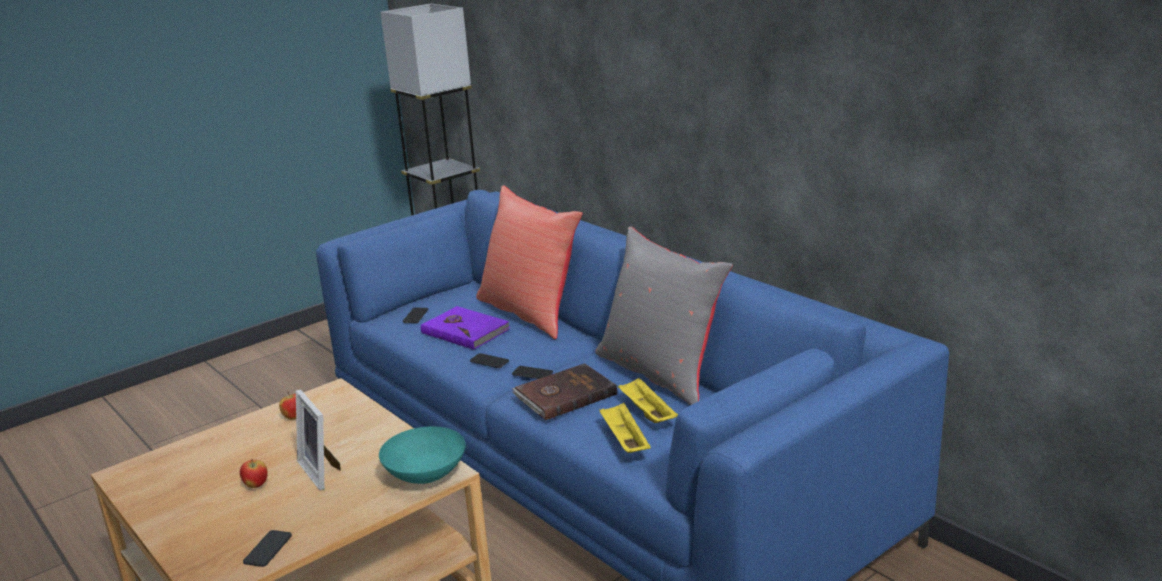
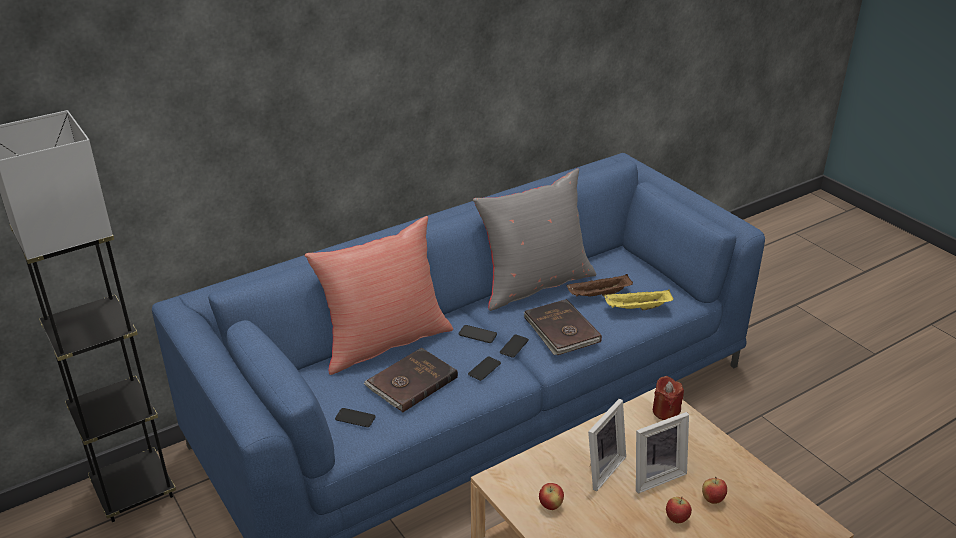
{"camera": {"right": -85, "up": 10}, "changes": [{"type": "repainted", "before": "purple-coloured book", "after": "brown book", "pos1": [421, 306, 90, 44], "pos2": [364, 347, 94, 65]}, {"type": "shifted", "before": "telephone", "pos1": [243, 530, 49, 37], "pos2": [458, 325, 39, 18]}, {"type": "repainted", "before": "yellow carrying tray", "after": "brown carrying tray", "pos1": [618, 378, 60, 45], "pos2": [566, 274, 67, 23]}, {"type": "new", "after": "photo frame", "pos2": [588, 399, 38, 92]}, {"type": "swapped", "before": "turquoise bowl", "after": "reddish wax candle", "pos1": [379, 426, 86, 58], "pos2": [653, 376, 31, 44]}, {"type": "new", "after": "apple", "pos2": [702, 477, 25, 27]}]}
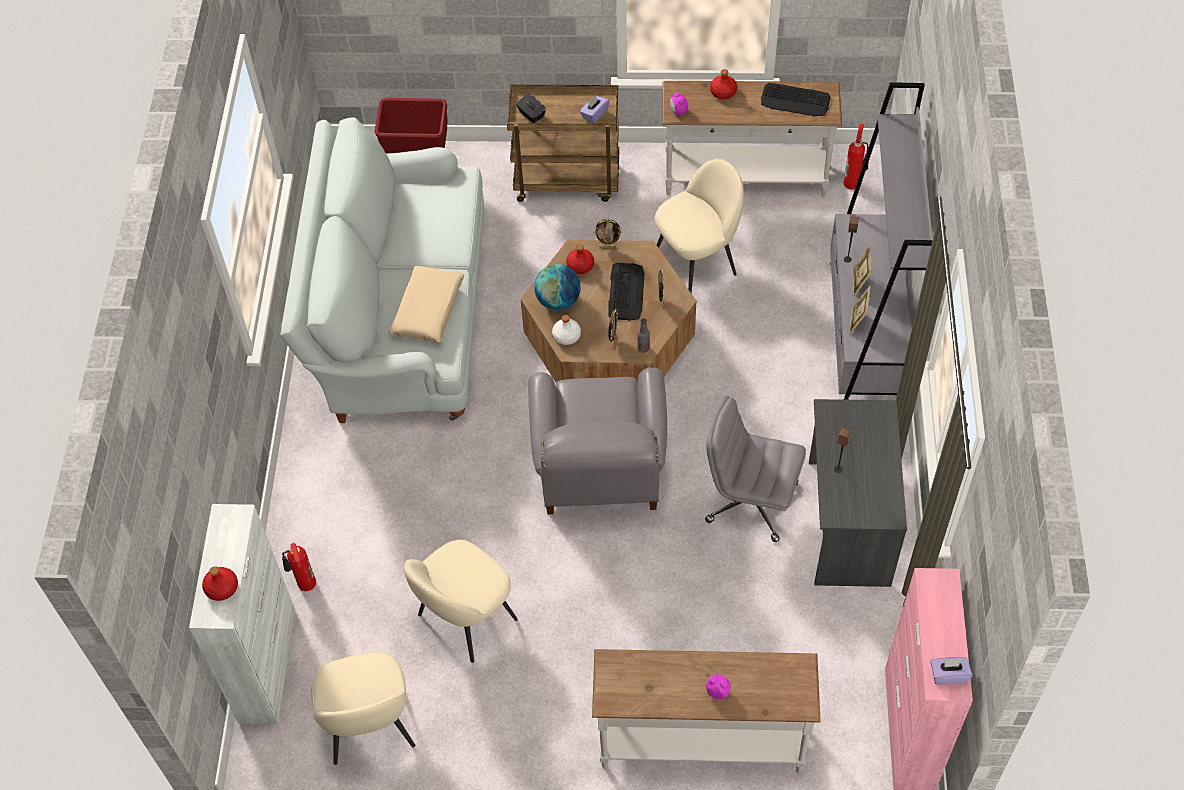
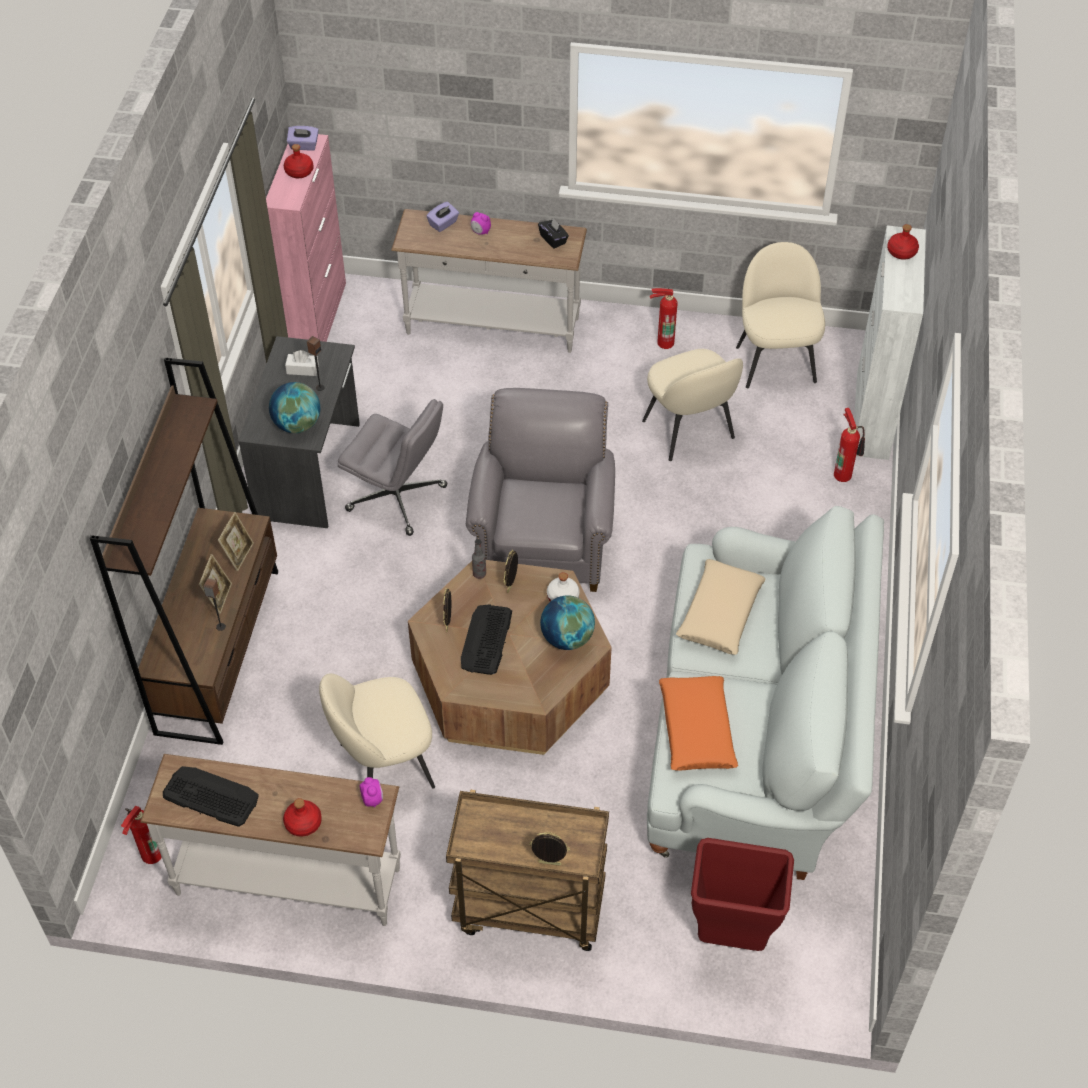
{"camera": {"right": -175, "up": -5}, "changes": [{"type": "repainted", "before": "gray shelving unit", "after": "brown shelving unit", "pos1": [830, 82, 103, 318], "pos2": [90, 358, 188, 387]}, {"type": "new", "after": "globe", "pos2": [269, 382, 51, 51]}, {"type": "shifted", "before": "reddish bottle", "pos1": [566, 244, 28, 30], "pos2": [284, 144, 30, 34]}, {"type": "new", "after": "whitish tissue box", "pos2": [285, 350, 34, 26]}, {"type": "shifted", "before": "purple-coloured tissue box", "pos1": [580, 95, 29, 29], "pos2": [426, 202, 33, 30]}, {"type": "shifted", "before": "photo frame", "pos1": [593, 219, 30, 29], "pos2": [529, 832, 41, 34]}, {"type": "shifted", "before": "black-coloured tissue box", "pos1": [516, 93, 30, 30], "pos2": [538, 218, 31, 30]}, {"type": "rotated", "before": "beige chair", "pos1": [404, 540, 114, 123], "pos2": [642, 349, 101, 112], "turn": 105}, {"type": "new", "after": "fire extinguisher", "pos2": [650, 288, 28, 61]}, {"type": "new", "after": "orange-coloured cushion", "pos2": [659, 676, 79, 95]}]}
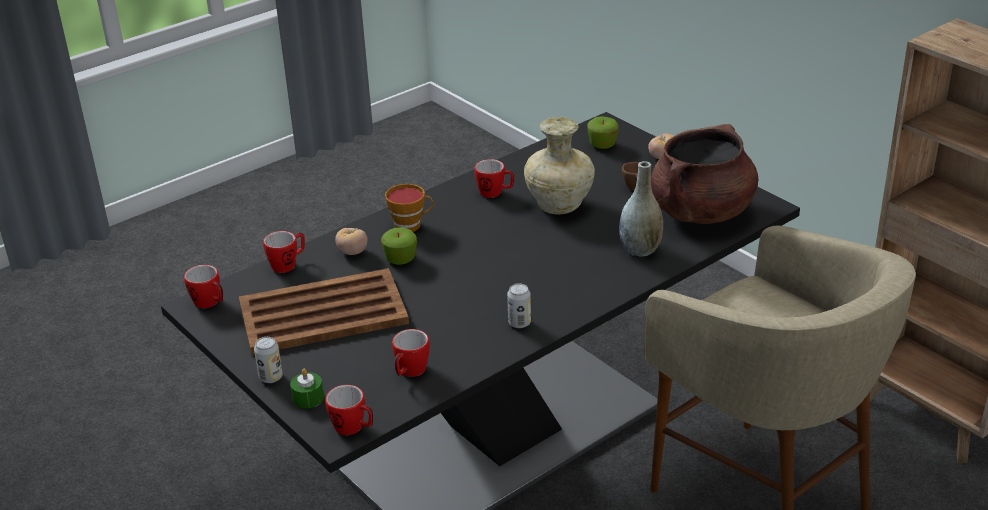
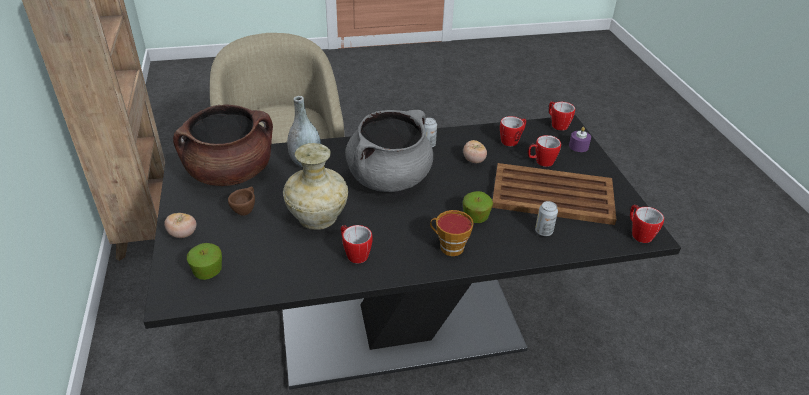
{"camera": {"right": -155, "up": 5}, "changes": [{"type": "new", "after": "gray stockpot", "pos2": [345, 110, 88, 82]}, {"type": "shifted", "before": "whole tomato", "pos1": [335, 228, 33, 27], "pos2": [463, 140, 24, 23]}, {"type": "shifted", "before": "tea mug", "pos1": [263, 231, 42, 42], "pos2": [528, 135, 33, 32]}, {"type": "shifted", "before": "sealed can", "pos1": [254, 337, 29, 46], "pos2": [535, 201, 23, 35]}, {"type": "repainted", "before": "green wax candle", "after": "purple-coloured wax candle", "pos1": [290, 369, 34, 40], "pos2": [569, 127, 22, 25]}]}
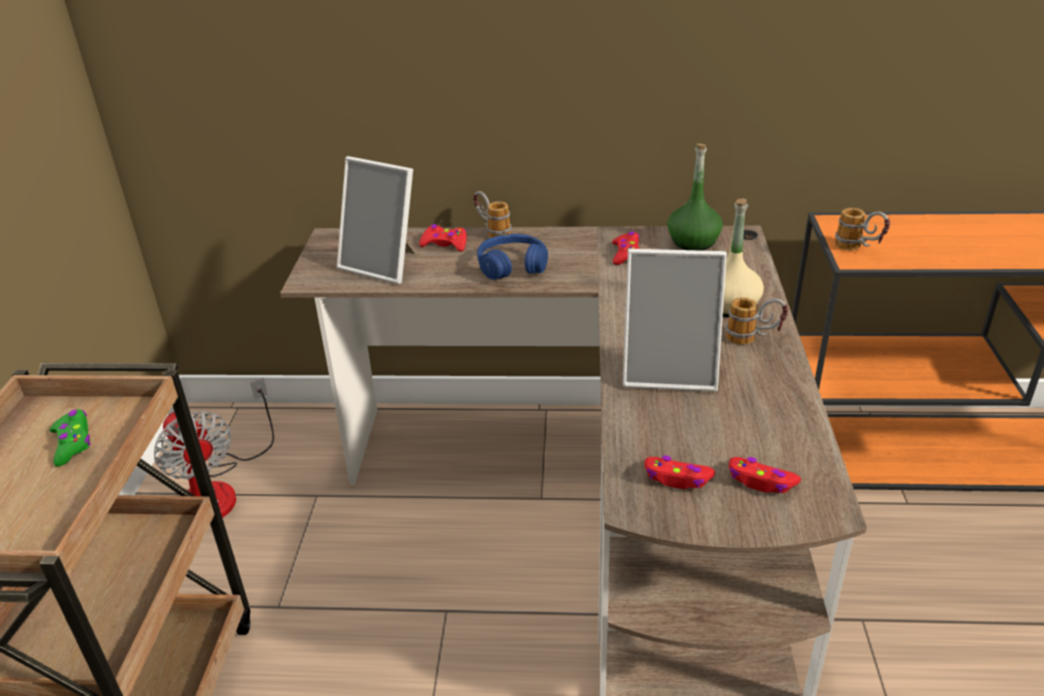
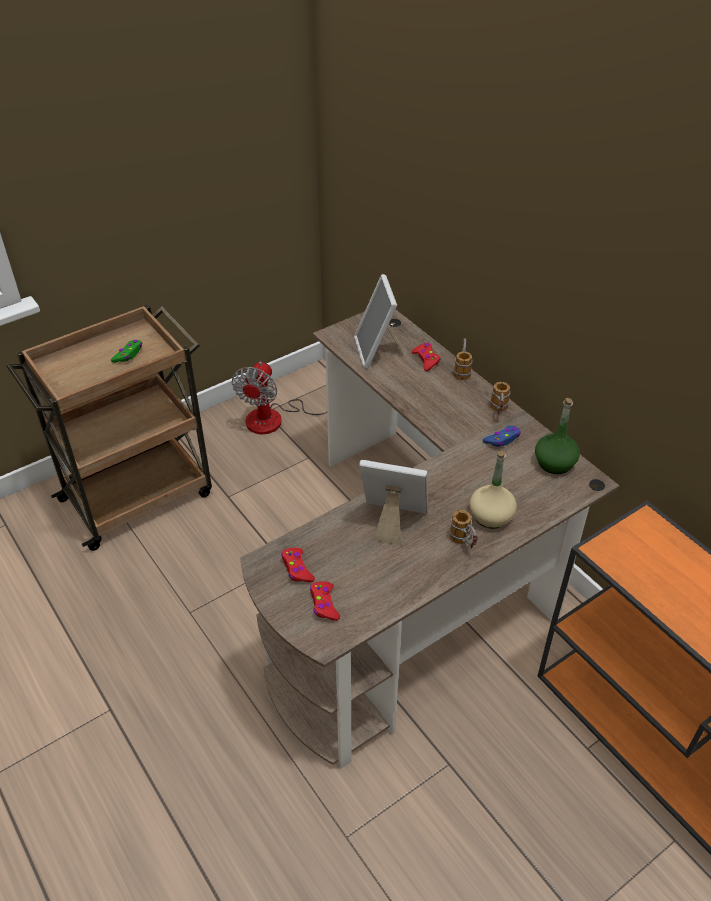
{"camera": {"right": 50, "up": 10}, "changes": [{"type": "rotated", "before": "photo frame", "pos1": [623, 249, 104, 143], "pos2": [359, 460, 69, 85], "turn": 135}, {"type": "repainted", "before": "reddish gamepad", "after": "blue-coloured gamepad", "pos1": [612, 232, 28, 33], "pos2": [483, 425, 38, 22]}, {"type": "shifted", "before": "tea mug", "pos1": [835, 208, 55, 42], "pos2": [490, 382, 20, 32]}, {"type": "gone", "before": "blue-coloured headset", "pos1": [477, 234, 71, 46]}]}
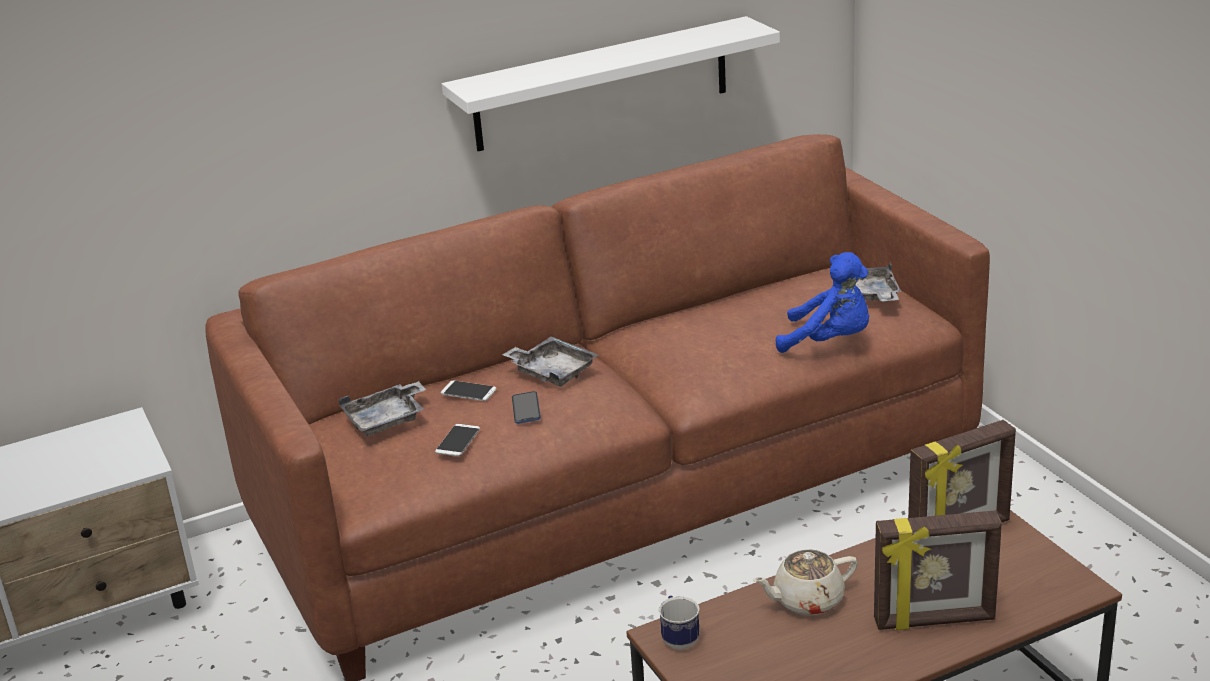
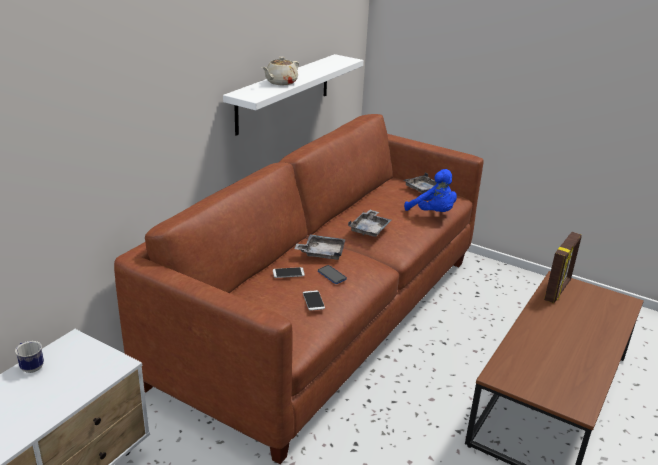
{"camera": {"right": -35, "up": 0}, "changes": [{"type": "shifted", "before": "tea mug", "pos1": [658, 595, 42, 55], "pos2": [15, 341, 29, 32]}, {"type": "shifted", "before": "beige pot for tea", "pos1": [753, 549, 105, 66], "pos2": [262, 57, 37, 28]}, {"type": "shifted", "before": "gray carrying tray", "pos1": [339, 381, 87, 55], "pos2": [348, 210, 44, 27]}, {"type": "rotated", "before": "blue-coloured soft toy", "pos1": [776, 252, 93, 101], "pos2": [404, 169, 53, 43], "turn": 60}, {"type": "gone", "before": "photo frame", "pos1": [874, 510, 128, 120]}]}
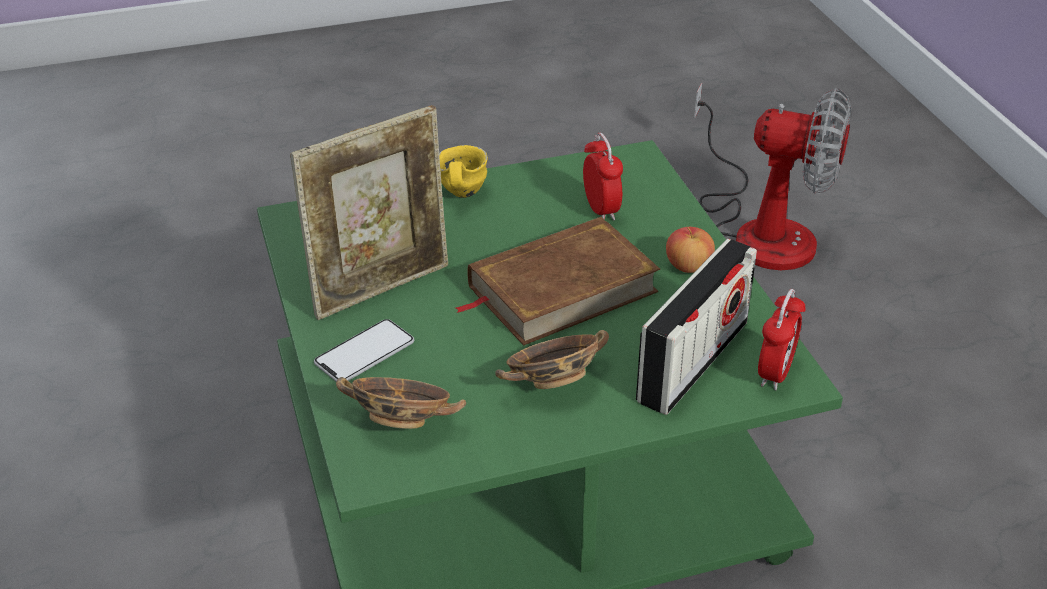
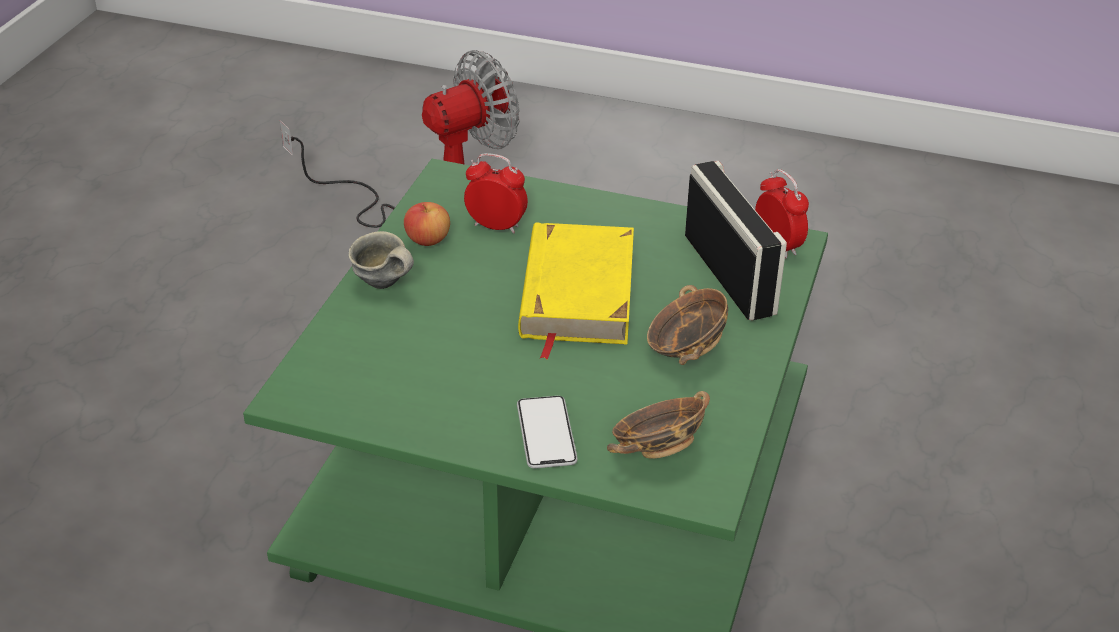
{"camera": {"right": -55, "up": 0}, "changes": [{"type": "repainted", "before": "yellow tea mug", "after": "gray tea mug", "pos1": [439, 145, 49, 53], "pos2": [348, 231, 66, 58]}, {"type": "shifted", "before": "apple", "pos1": [666, 227, 49, 46], "pos2": [404, 202, 46, 44]}, {"type": "repainted", "before": "brown book", "after": "yellow book", "pos1": [455, 217, 205, 128], "pos2": [518, 222, 116, 138]}, {"type": "gone", "before": "photo frame", "pos1": [290, 105, 158, 215]}]}
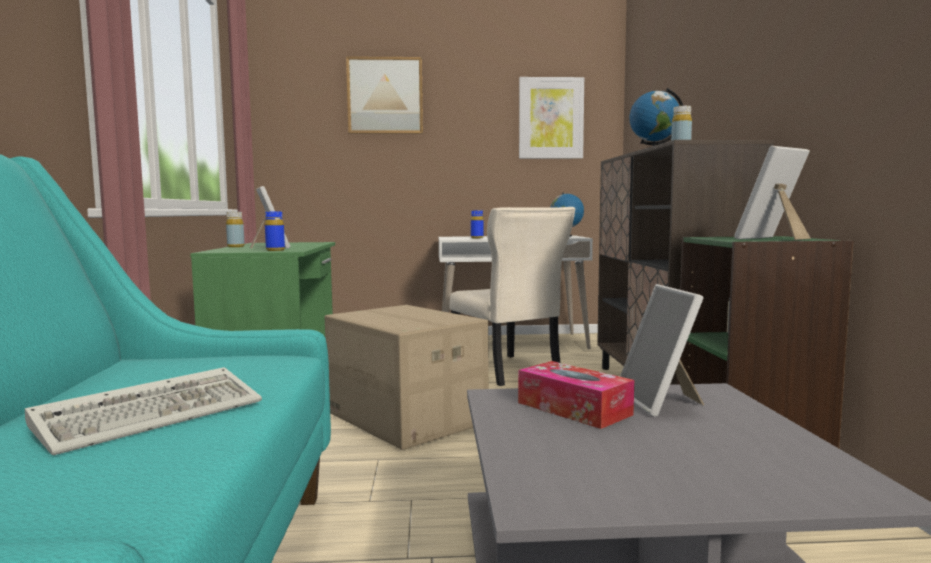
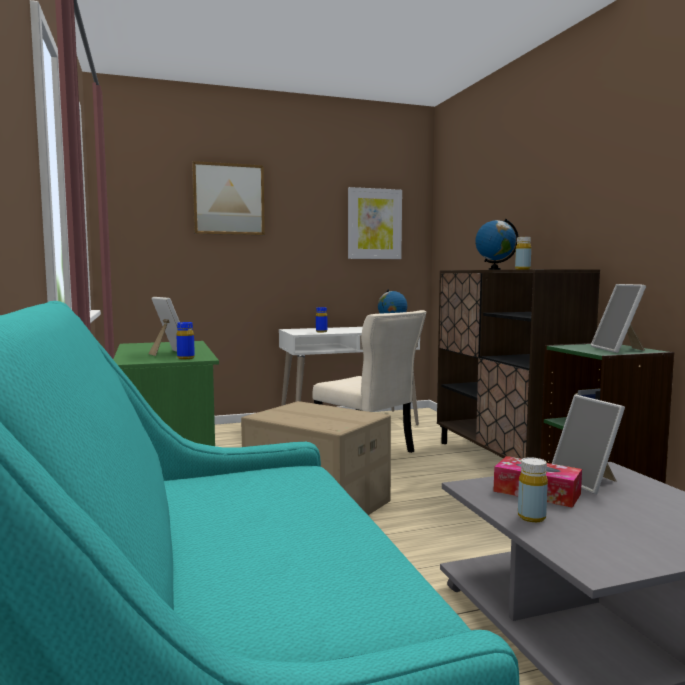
{"camera": {"right": -15, "up": 0}, "changes": [{"type": "shifted", "before": "yellow bottle", "pos1": [226, 212, 19, 35], "pos2": [518, 457, 30, 65]}, {"type": "rotated", "before": "photo frame", "pos1": [734, 146, 77, 94], "pos2": [591, 284, 55, 69], "turn": -45}, {"type": "gone", "before": "PC keyboard", "pos1": [25, 367, 237, 88]}]}
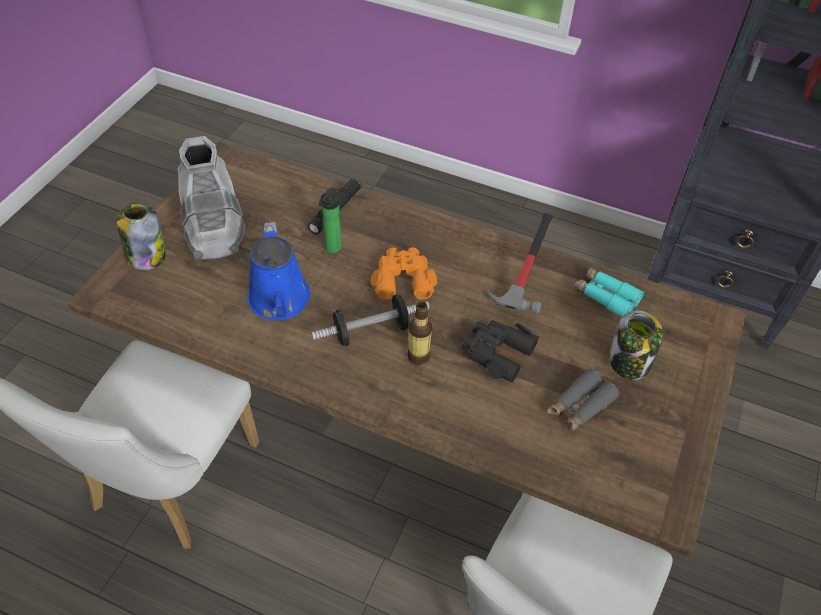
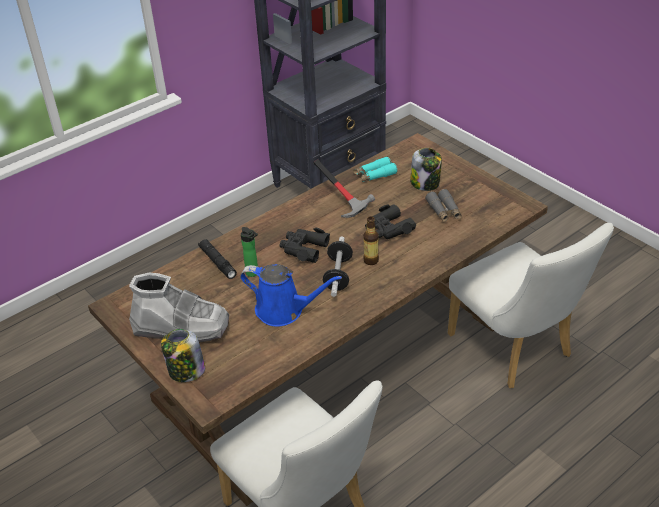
{"camera": {"right": -60, "up": -10}, "changes": [{"type": "repainted", "before": "orange-coloured pair of binoculars", "after": "black-coloured pair of binoculars", "pos1": [371, 247, 66, 53], "pos2": [280, 228, 50, 35]}]}
